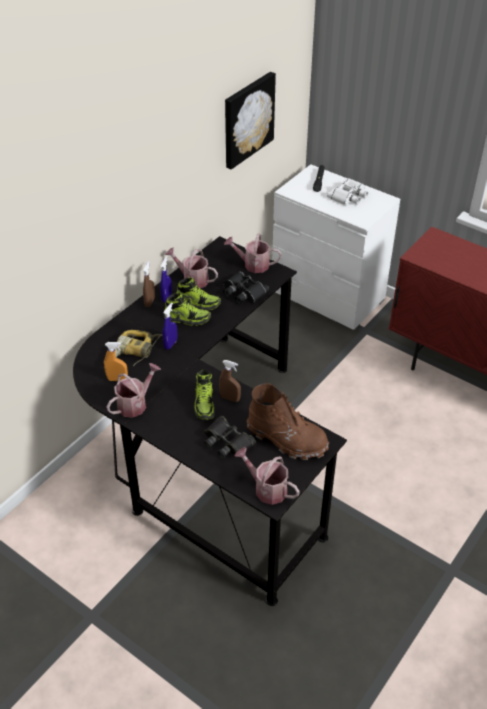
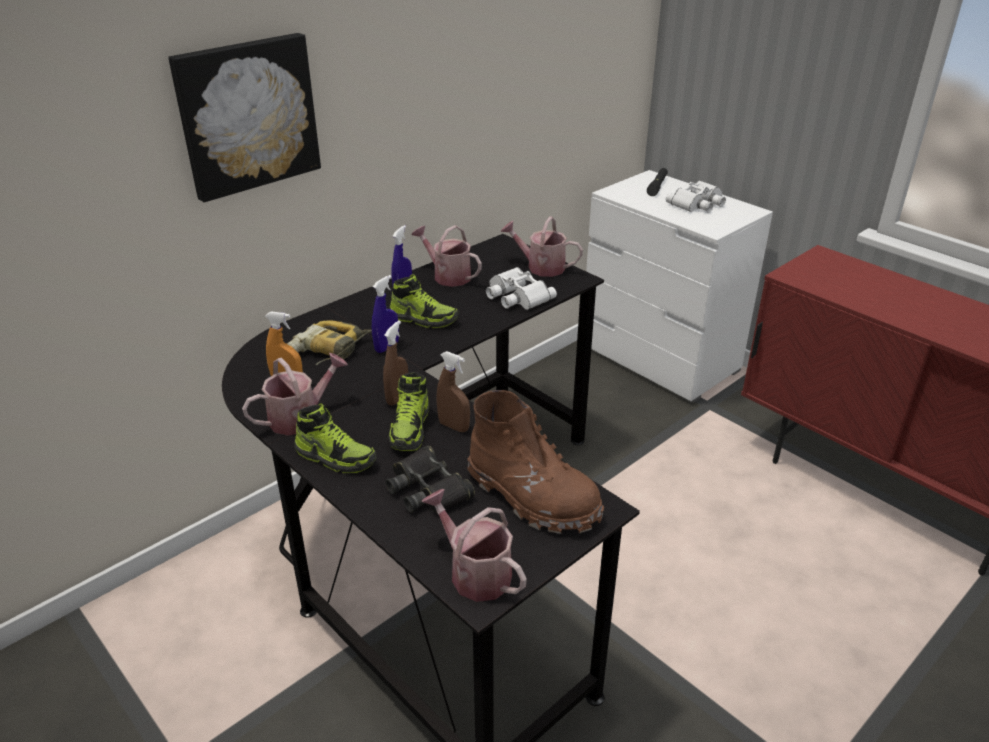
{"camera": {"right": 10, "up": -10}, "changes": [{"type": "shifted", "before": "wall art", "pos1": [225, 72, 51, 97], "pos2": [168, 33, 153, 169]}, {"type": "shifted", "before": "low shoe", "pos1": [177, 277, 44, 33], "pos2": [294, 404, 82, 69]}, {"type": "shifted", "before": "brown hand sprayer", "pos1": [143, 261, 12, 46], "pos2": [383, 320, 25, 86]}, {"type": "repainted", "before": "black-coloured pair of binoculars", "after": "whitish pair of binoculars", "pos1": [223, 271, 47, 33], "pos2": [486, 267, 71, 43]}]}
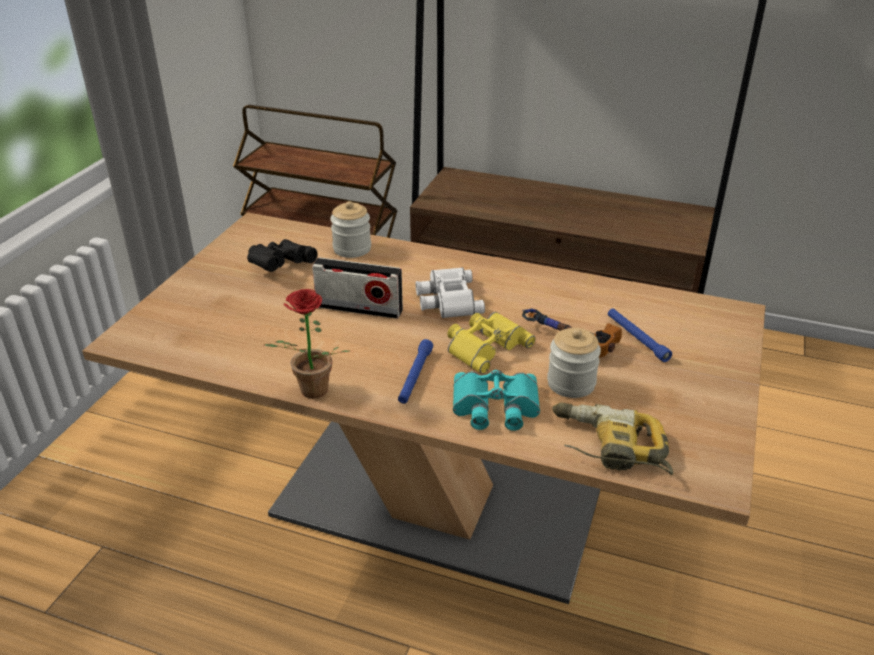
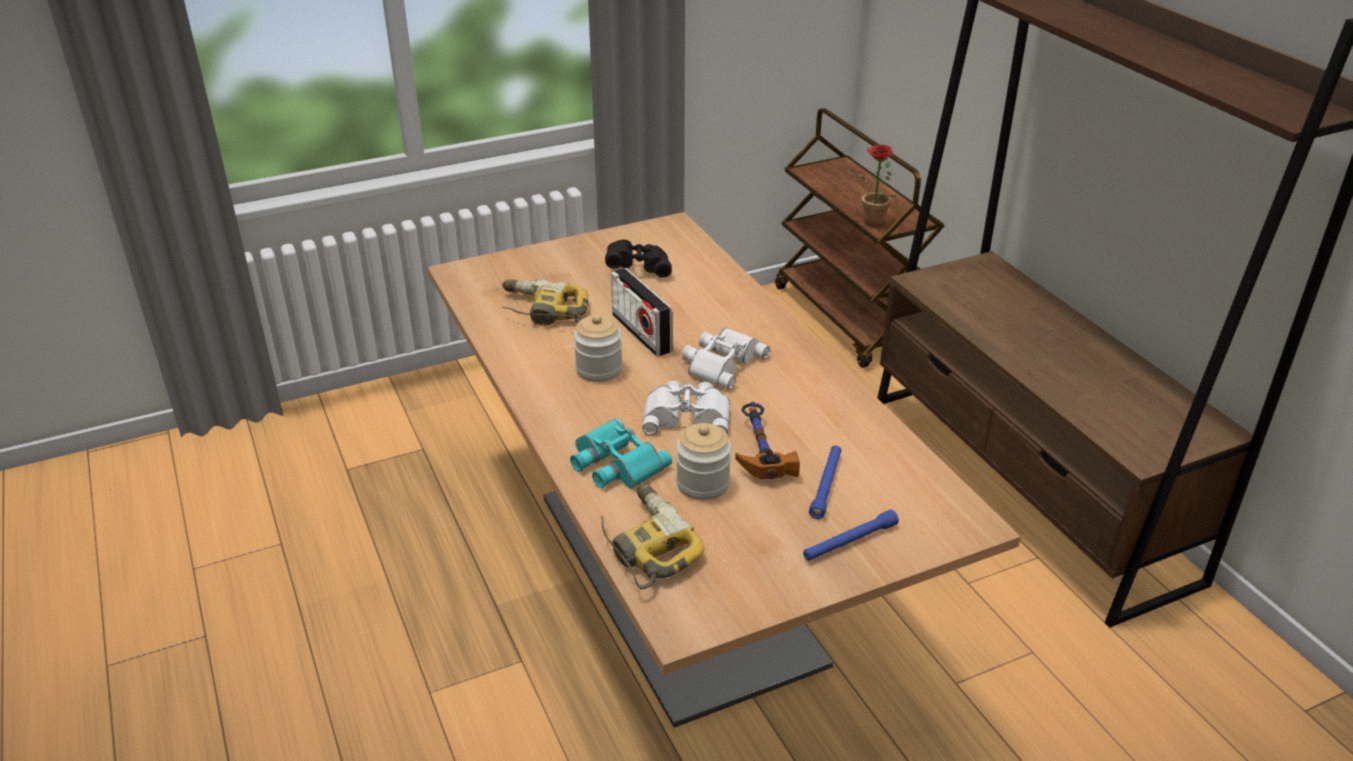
{"camera": {"right": 45, "up": 0}, "changes": [{"type": "new", "after": "electric drill", "pos2": [502, 279, 86, 46]}, {"type": "shifted", "before": "jar", "pos1": [330, 201, 41, 57], "pos2": [573, 315, 50, 67]}, {"type": "repainted", "before": "yellow pair of binoculars", "after": "whitish pair of binoculars", "pos1": [447, 312, 89, 62], "pos2": [642, 381, 88, 54]}, {"type": "shifted", "before": "blue-coloured hand torch", "pos1": [398, 339, 35, 65], "pos2": [803, 509, 96, 52]}, {"type": "shifted", "before": "plant in a pot", "pos1": [264, 289, 86, 109], "pos2": [845, 144, 53, 82]}]}
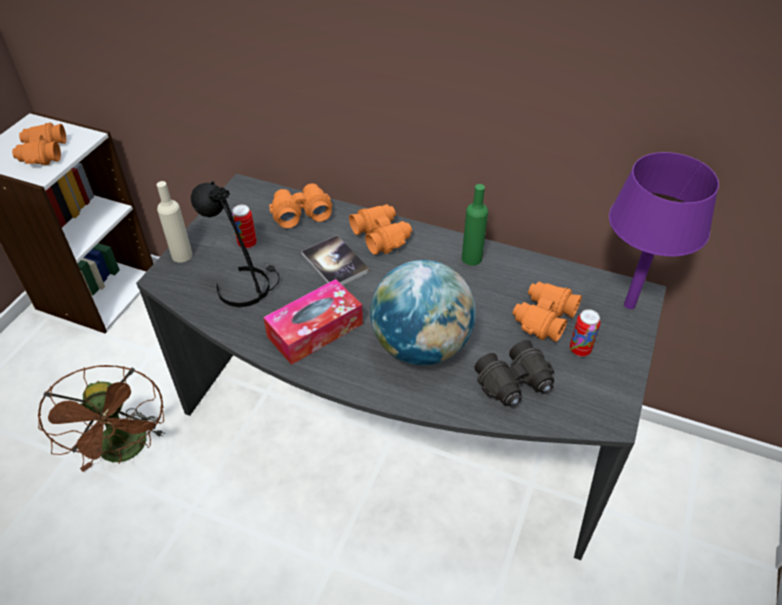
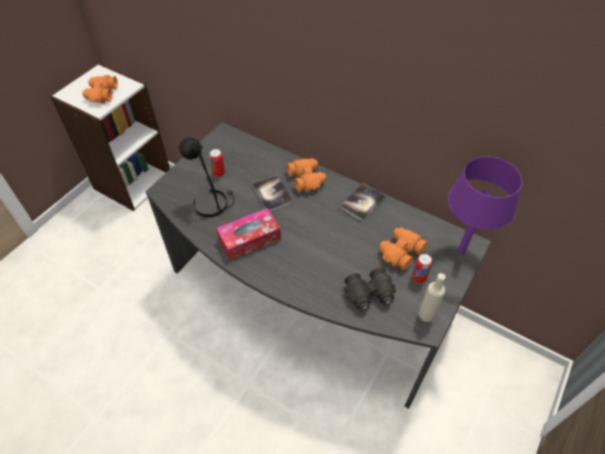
{"camera": {"right": 10, "up": 5}, "changes": [{"type": "swapped", "before": "green bottle", "after": "book", "pos1": [462, 184, 26, 82], "pos2": [340, 183, 46, 39]}, {"type": "shifted", "before": "beige bottle", "pos1": [157, 181, 35, 82], "pos2": [418, 273, 27, 49]}, {"type": "gone", "before": "brown cooling fan", "pos1": [38, 365, 127, 107]}, {"type": "gone", "before": "orange-coloured pair of binoculars", "pos1": [269, 183, 63, 45]}, {"type": "gone", "before": "globe", "pos1": [370, 260, 106, 105]}]}
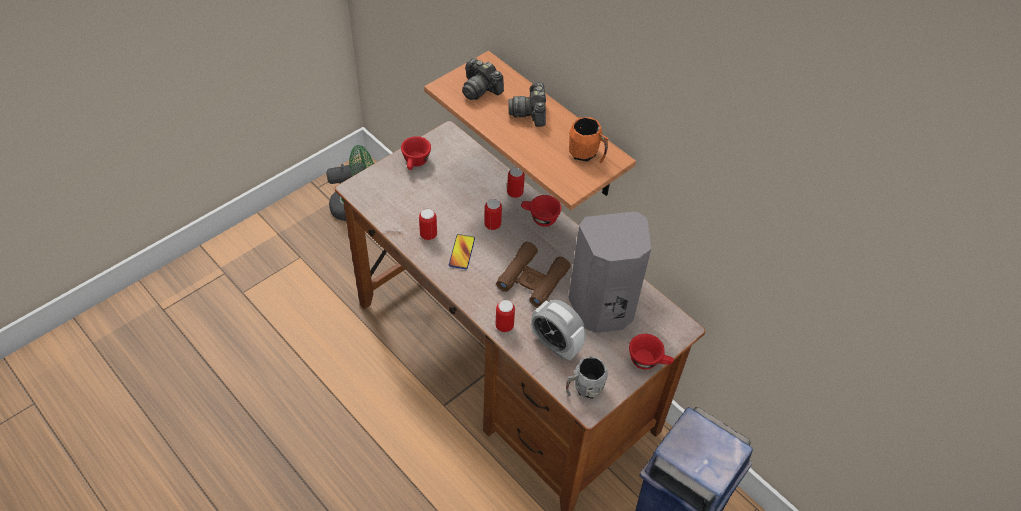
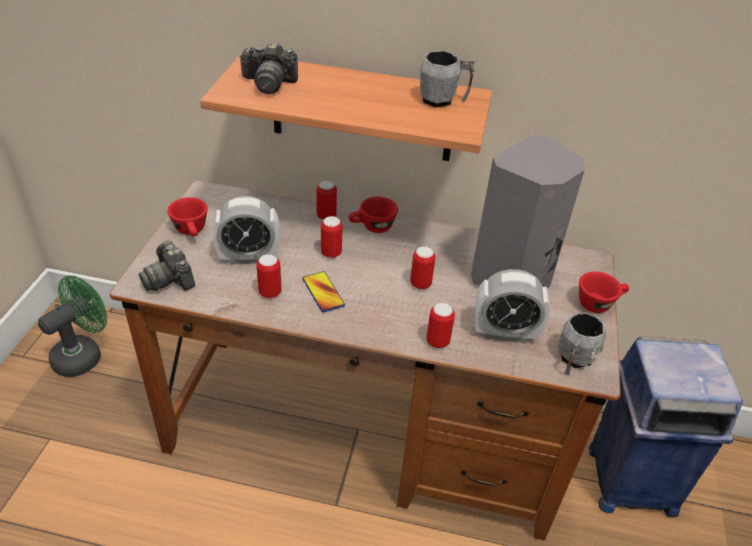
{"camera": {"right": -35, "up": -10}, "changes": [{"type": "shifted", "before": "still camera", "pos1": [508, 82, 38, 45], "pos2": [139, 241, 56, 50]}, {"type": "new", "after": "bedside clock", "pos2": [213, 196, 66, 69]}, {"type": "swapped", "before": "brown pair of binoculars", "after": "sealed can", "pos1": [496, 242, 75, 66], "pos2": [410, 246, 25, 44]}, {"type": "repainted", "before": "orange-coloured tea mug", "after": "gray tea mug", "pos1": [569, 117, 40, 46], "pos2": [420, 51, 55, 56]}]}
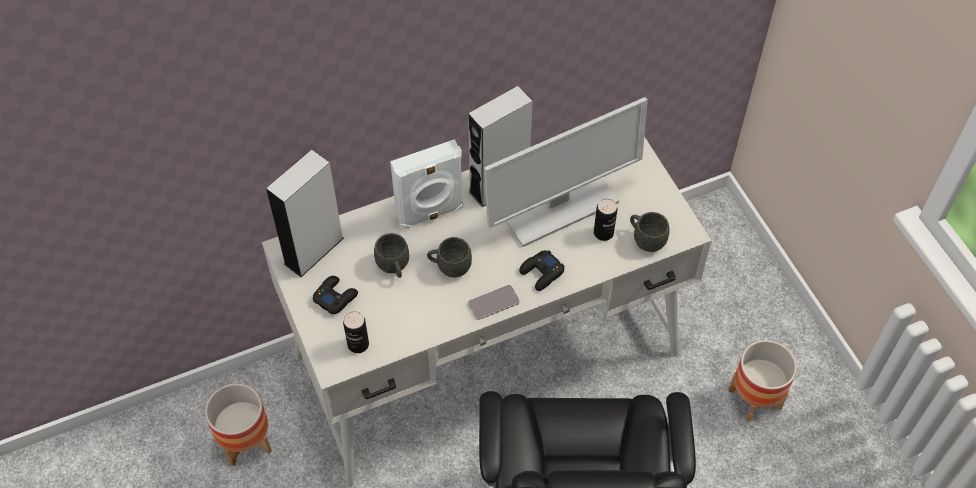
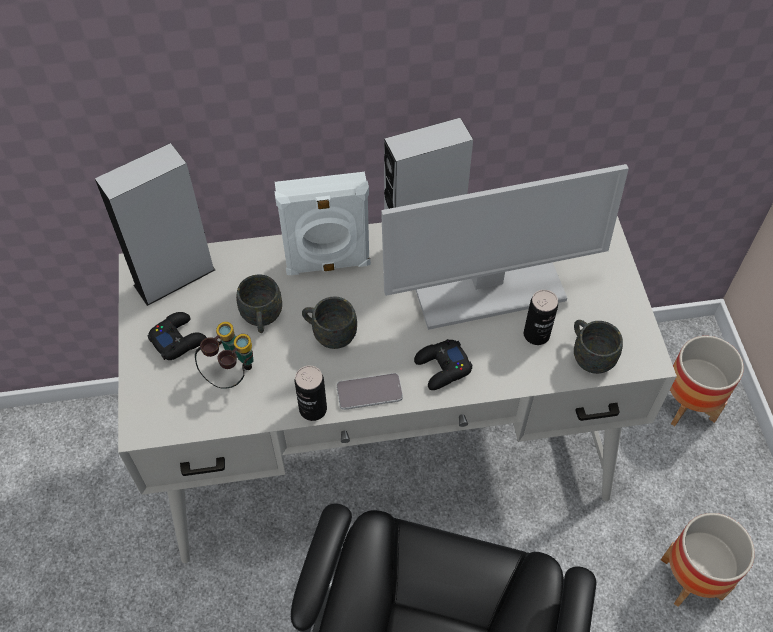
{"camera": {"right": 15, "up": 0}, "changes": [{"type": "new", "after": "pair of binoculars", "pos2": [195, 322, 59, 67]}, {"type": "shifted", "before": "sealed can", "pos1": [343, 311, 26, 42], "pos2": [295, 366, 32, 55]}, {"type": "shifted", "before": "plant pot", "pos1": [205, 383, 67, 83], "pos2": [670, 336, 74, 90]}]}
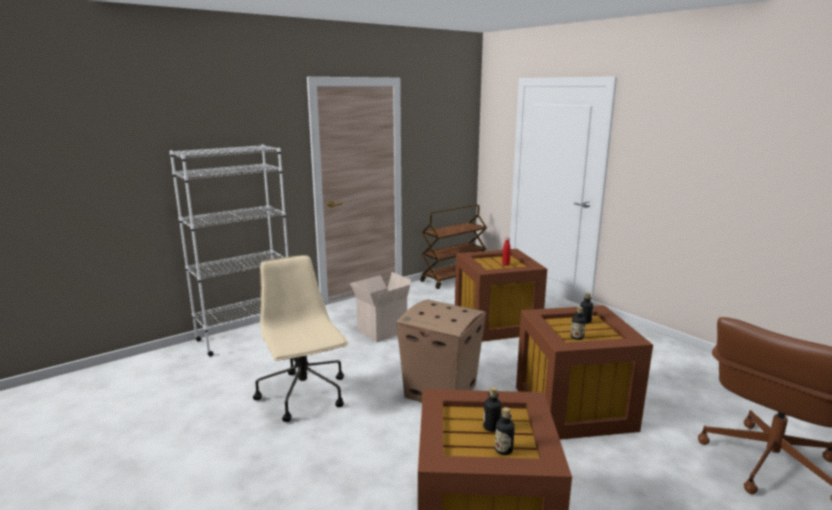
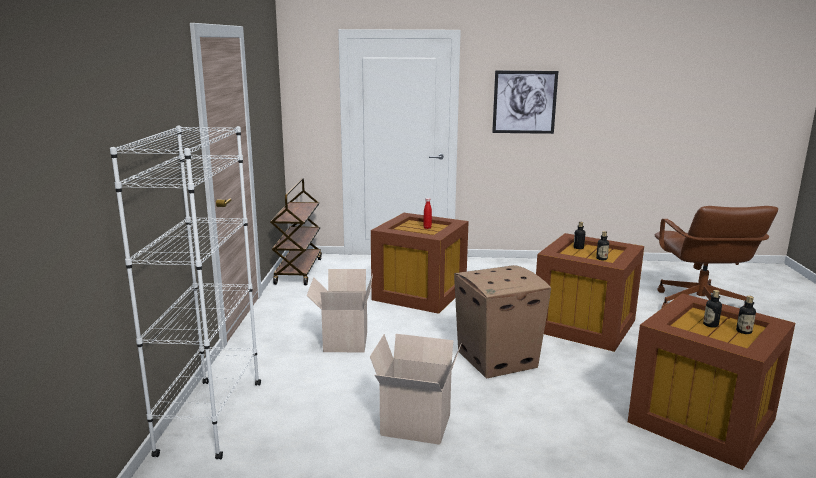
{"camera": {"right": -50, "up": 0}, "changes": [{"type": "swapped", "before": "beige office chair", "after": "cardboard box", "pos1": [253, 255, 95, 167], "pos2": [370, 334, 92, 111]}, {"type": "new", "after": "wall art", "pos2": [492, 71, 66, 63]}]}
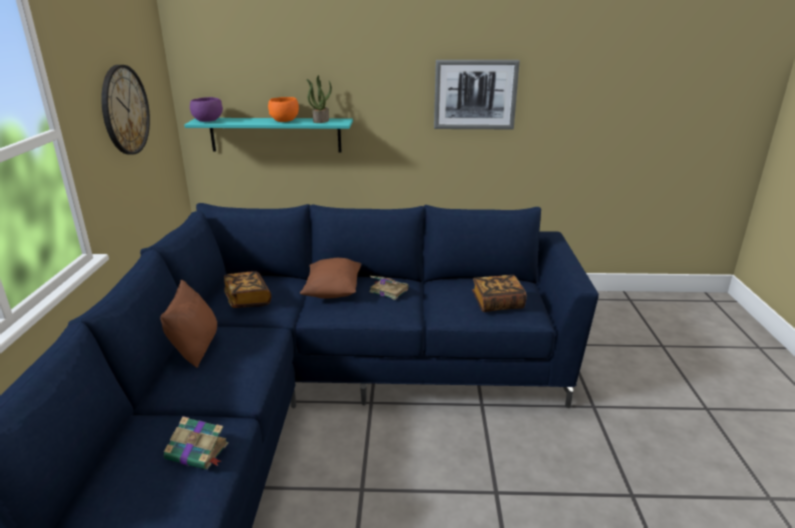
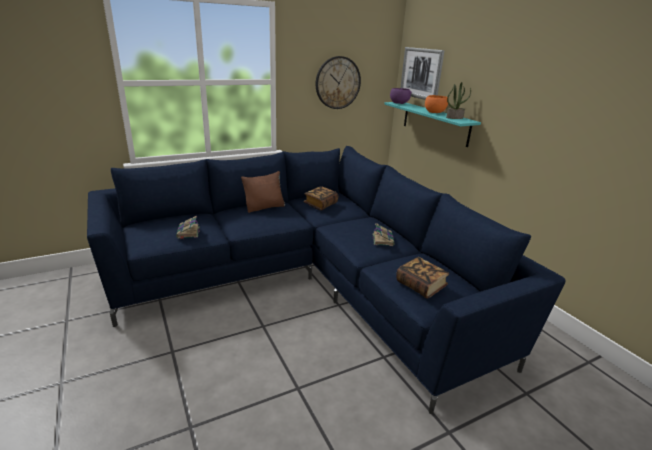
{"camera": {"right": 60, "up": 0}, "changes": [{"type": "shifted", "before": "wall art", "pos1": [434, 60, 86, 69], "pos2": [400, 47, 45, 53]}, {"type": "gone", "before": "brown cushion", "pos1": [300, 258, 61, 41]}]}
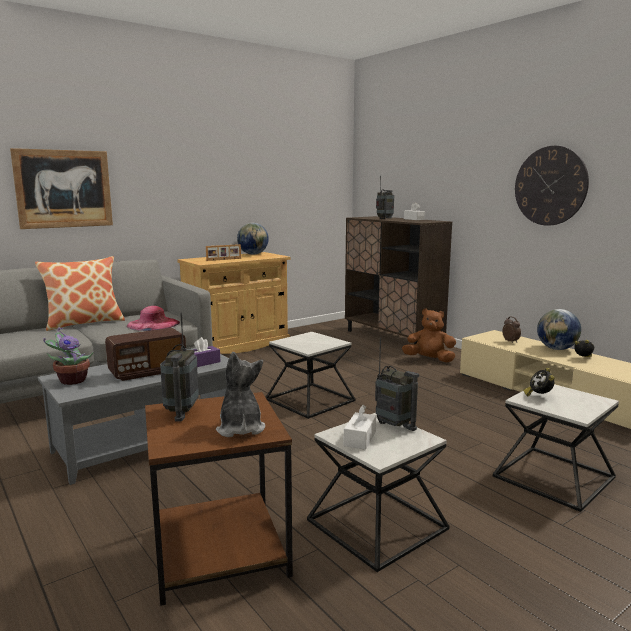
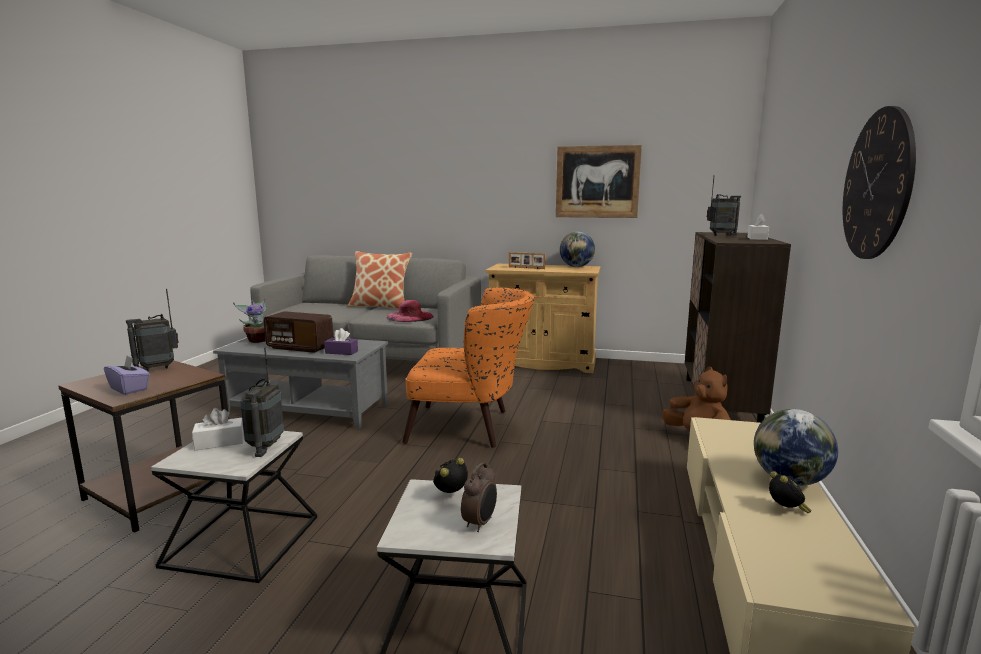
{"camera": {"right": 50, "up": 0}, "changes": [{"type": "swapped", "before": "soft toy", "after": "purple-coloured tissue box", "pos1": [216, 352, 49, 85], "pos2": [104, 356, 46, 39]}, {"type": "swapped", "before": "end table", "after": "orange-coloured easy chair", "pos1": [266, 332, 89, 87], "pos2": [402, 288, 132, 160]}, {"type": "shifted", "before": "bedside clock", "pos1": [502, 316, 19, 27], "pos2": [461, 462, 36, 70]}, {"type": "shifted", "before": "wall art", "pos1": [10, 148, 103, 81], "pos2": [556, 145, 86, 73]}]}
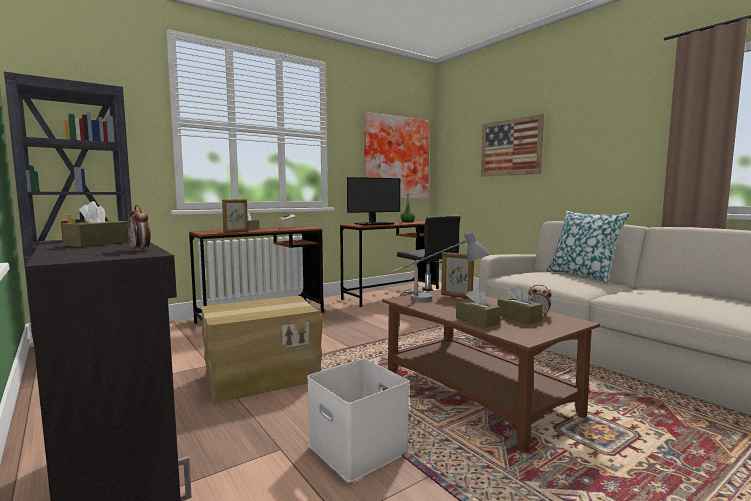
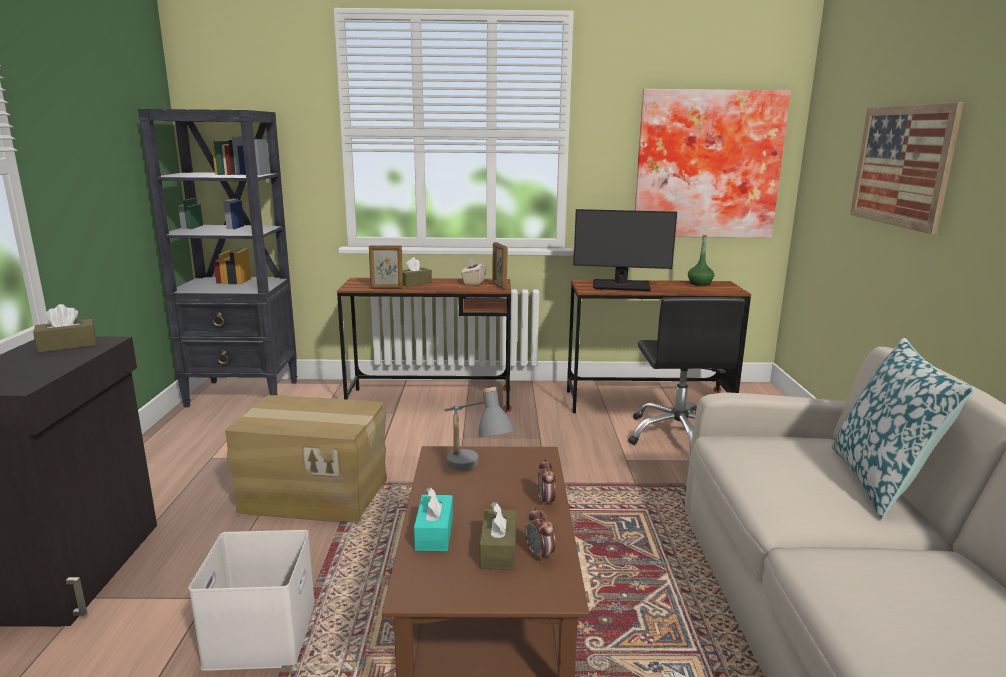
{"camera": {"right": 35, "up": 10}, "changes": [{"type": "repainted", "before": "brown tissue box", "after": "turquoise tissue box", "pos1": [456, 288, 45, 40], "pos2": [414, 487, 39, 64]}, {"type": "shifted", "before": "photo frame", "pos1": [441, 252, 33, 47], "pos2": [492, 242, 16, 48]}, {"type": "shifted", "before": "bedside clock", "pos1": [128, 205, 23, 46], "pos2": [537, 459, 19, 48]}]}
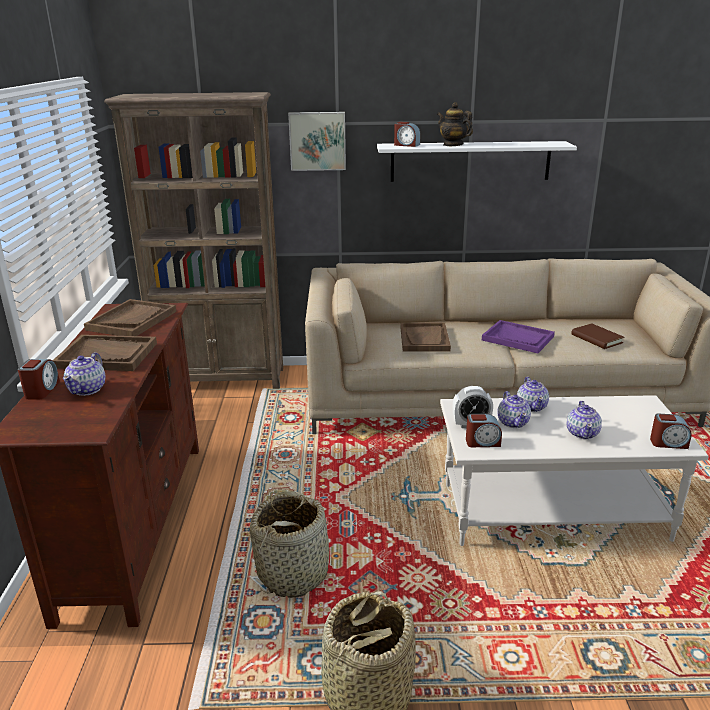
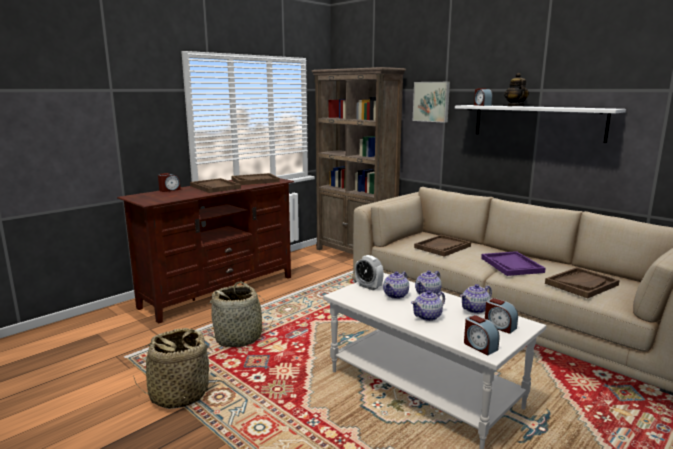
{"camera": {"right": 45, "up": -10}, "changes": [{"type": "shifted", "before": "pot for tea", "pos1": [63, 352, 42, 44], "pos2": [460, 284, 32, 30]}, {"type": "shifted", "before": "bedside clock", "pos1": [466, 414, 36, 33], "pos2": [485, 298, 33, 36]}, {"type": "swapped", "before": "brown book", "after": "brown carrying tray", "pos1": [572, 323, 52, 26], "pos2": [545, 267, 75, 31]}]}
